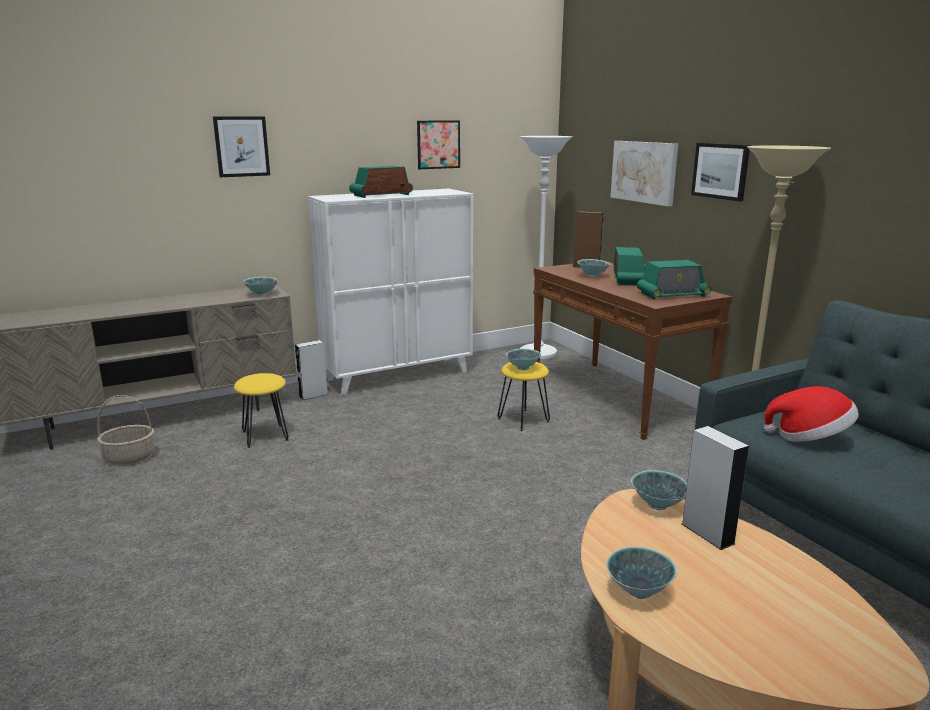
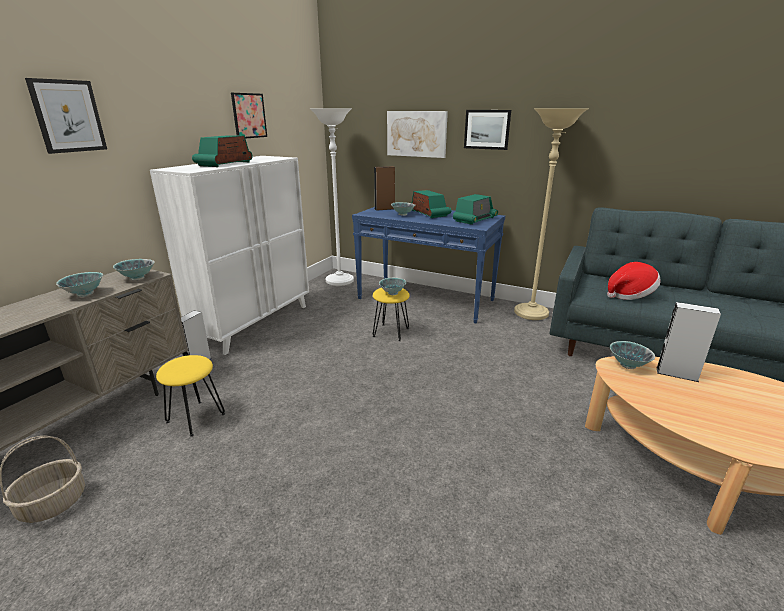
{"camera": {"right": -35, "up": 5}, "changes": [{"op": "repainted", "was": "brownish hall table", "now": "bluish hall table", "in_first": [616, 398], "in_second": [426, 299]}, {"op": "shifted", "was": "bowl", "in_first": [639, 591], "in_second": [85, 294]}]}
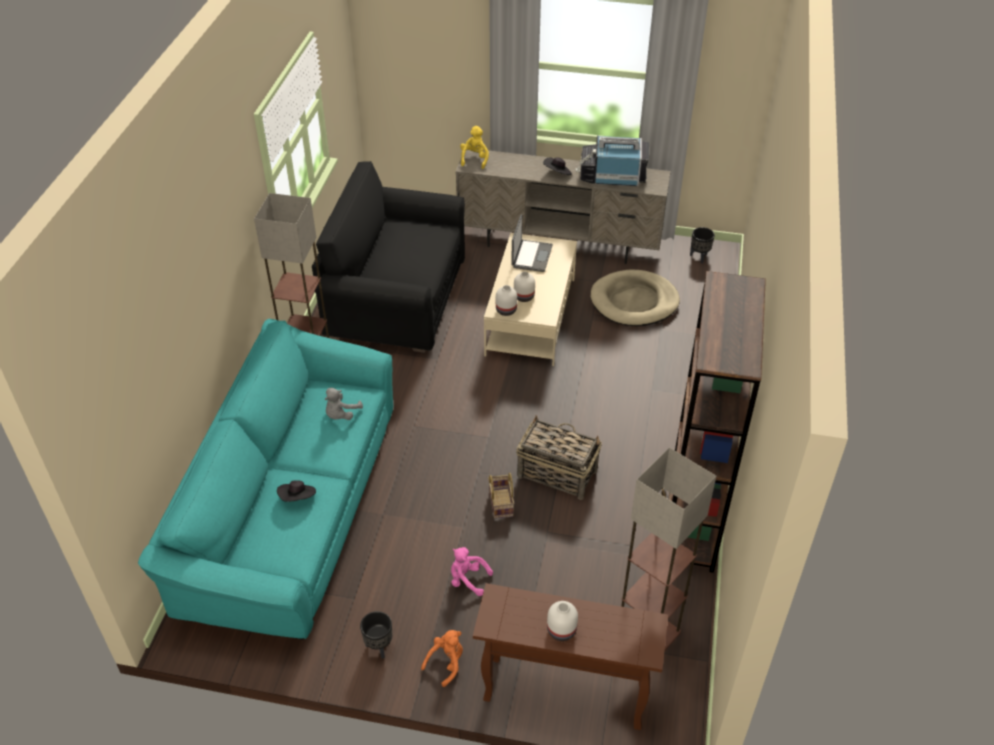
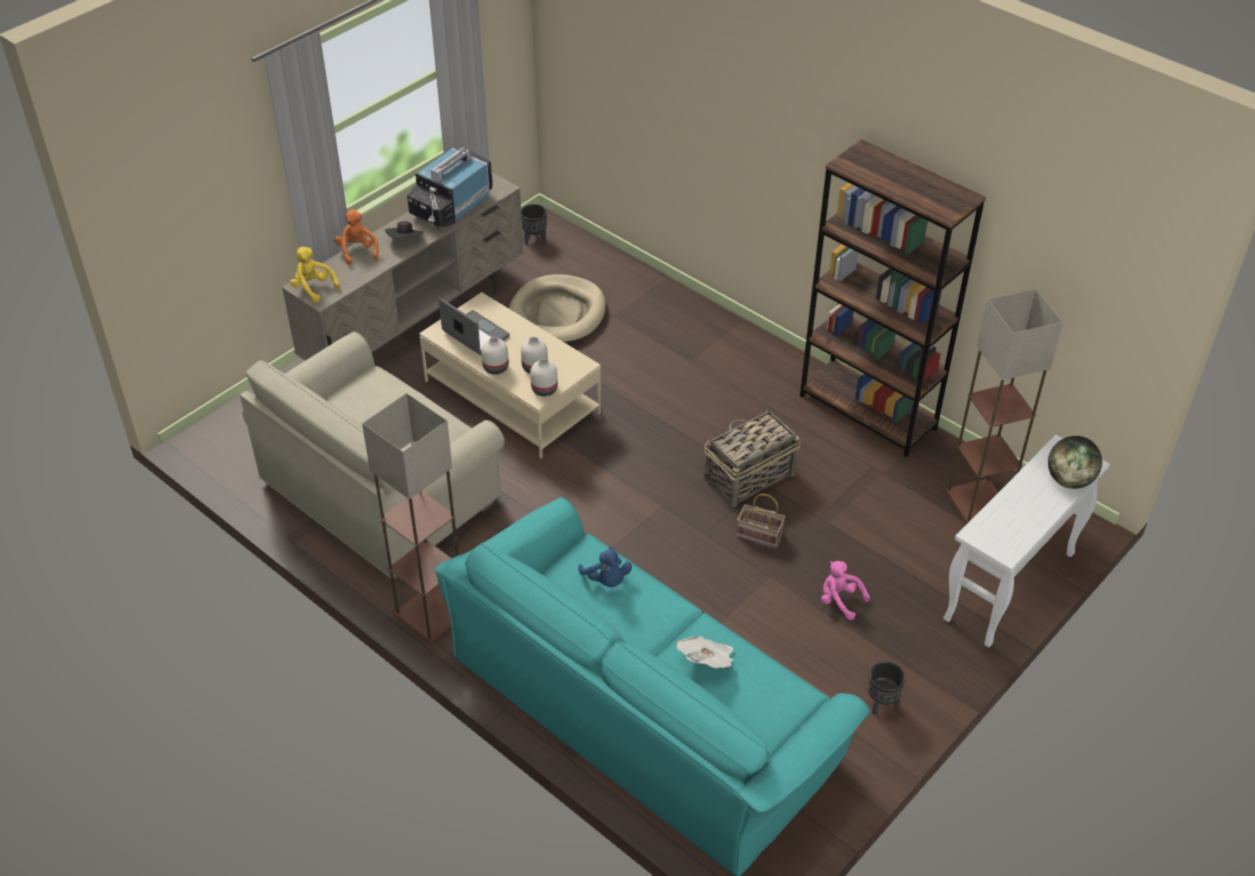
{"camera": {"right": -60, "up": 0}, "changes": [{"op": "repainted", "was": "blackish couch", "now": "sand-coloured couch", "in_first": [397, 298], "in_second": [380, 490]}, {"op": "repainted", "was": "grey cuddly toy", "now": "bluish cuddly toy", "in_first": [341, 415], "in_second": [606, 580]}, {"op": "swapped", "was": "blackish clothing hat", "now": "newspaper", "in_first": [298, 498], "in_second": [707, 661]}, {"op": "rotated", "was": "pink cuddly toy", "in_first": [467, 579], "in_second": [839, 600], "clockwise": 75}, {"op": "repainted", "was": "brownish hall table", "now": "white hall table", "in_first": [563, 693], "in_second": [1009, 587]}, {"op": "shifted", "was": "white decorative vase", "in_first": [561, 631], "in_second": [496, 368]}, {"op": "shifted", "was": "orange cuddly toy", "in_first": [446, 663], "in_second": [357, 251]}, {"op": "new", "now": "world globe", "in_second": [1069, 480]}]}
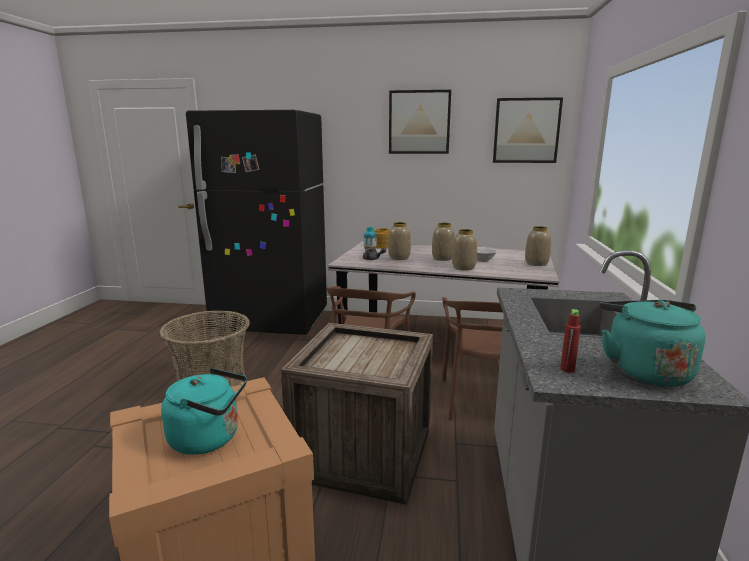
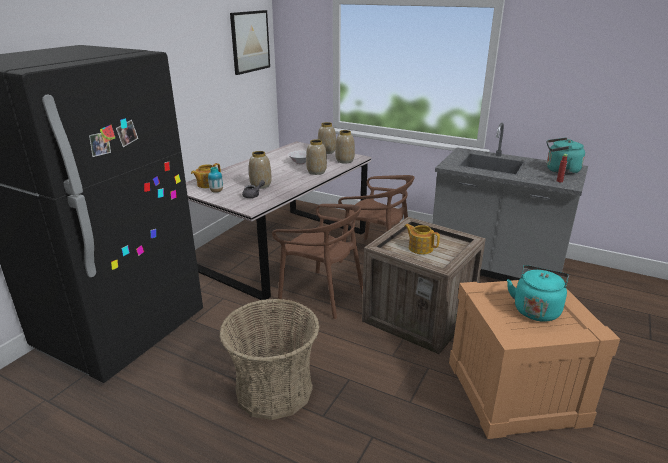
{"camera": {"right": -70, "up": 10}, "changes": [{"op": "gone", "was": "picture", "in_first": [419, 122]}, {"op": "shifted", "was": "decorative vase", "in_first": [442, 258], "in_second": [345, 161]}, {"op": "new", "now": "tea pot", "in_second": [420, 248]}]}
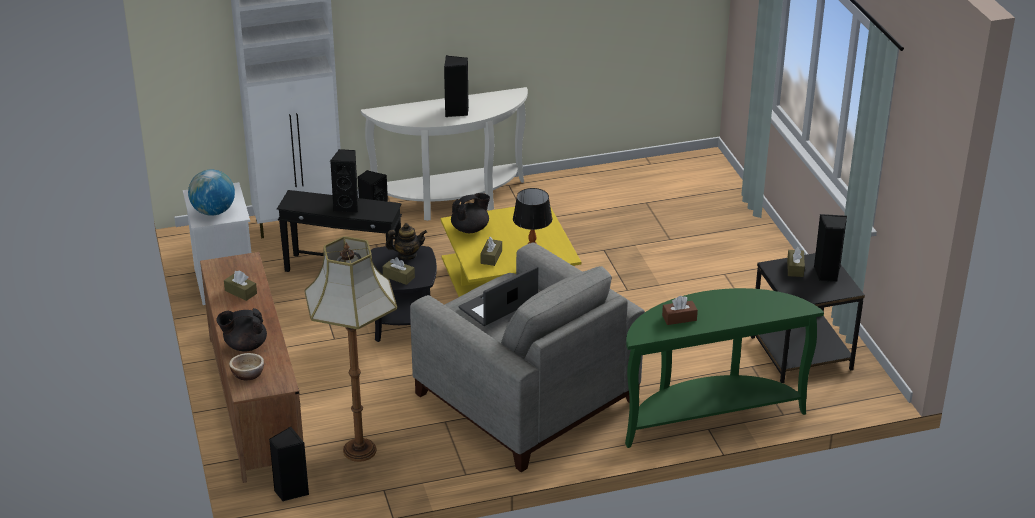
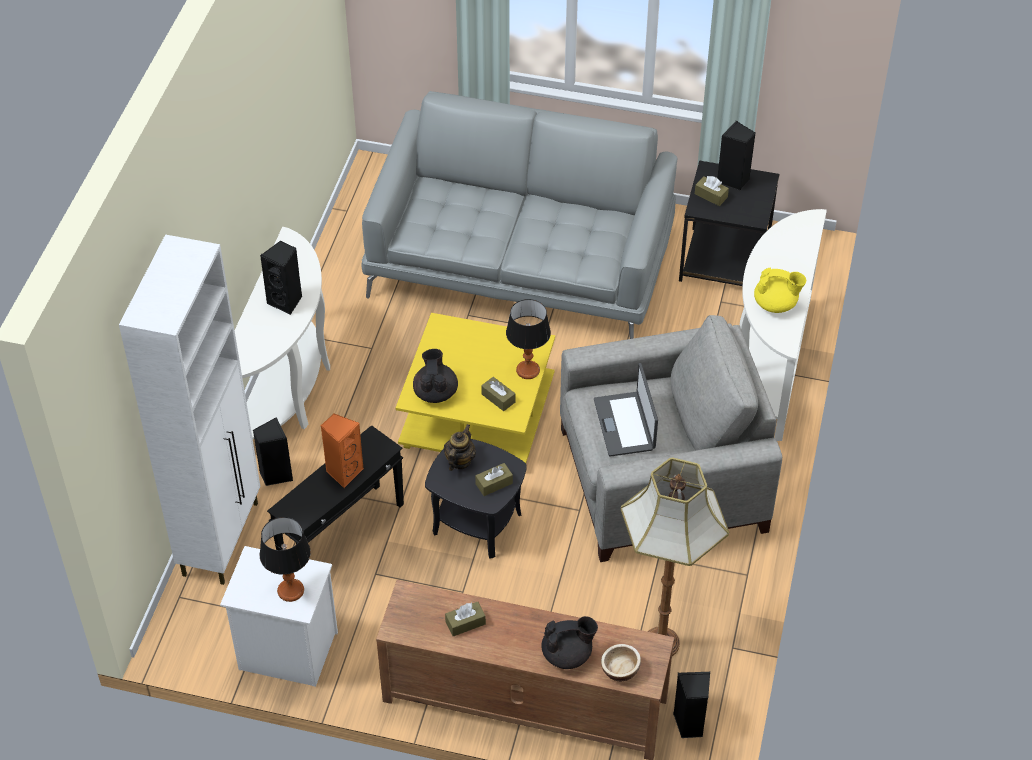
{"camera": {"right": -60, "up": 15}, "changes": [{"op": "repainted", "was": "blackish loudspeaker", "now": "orange loudspeaker", "in_first": [348, 206], "in_second": [343, 471]}, {"op": "swapped", "was": "world globe", "now": "lamp for a table", "in_first": [213, 211], "in_second": [290, 591]}, {"op": "repainted", "was": "green-coloured hall table", "now": "white hall table", "in_first": [708, 415], "in_second": [770, 364]}, {"op": "swapped", "was": "brownish tissue holder", "now": "yellowish tea pot", "in_first": [679, 318], "in_second": [776, 304]}, {"op": "rotated", "was": "blackish tea pot", "in_first": [245, 345], "in_second": [567, 654], "clockwise": -120}, {"op": "new", "now": "grey couch", "in_second": [521, 260]}]}
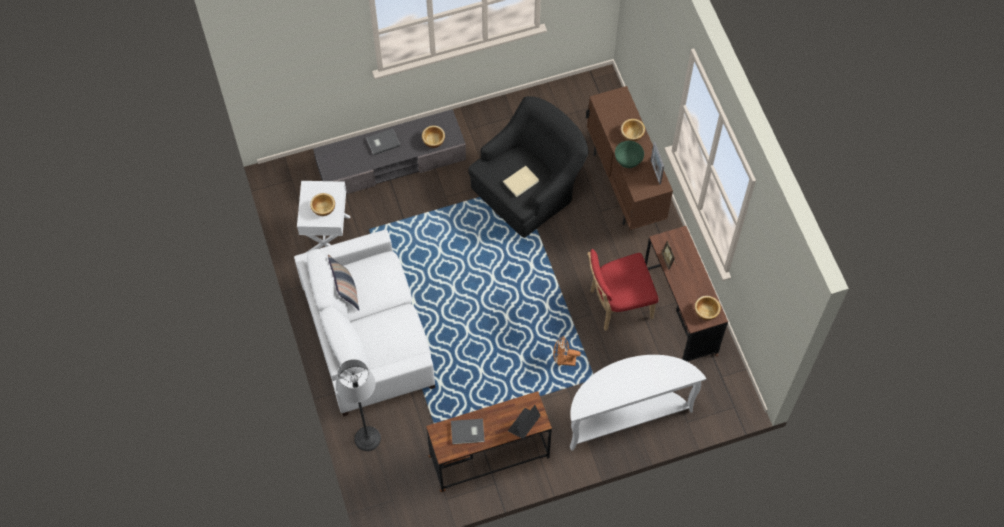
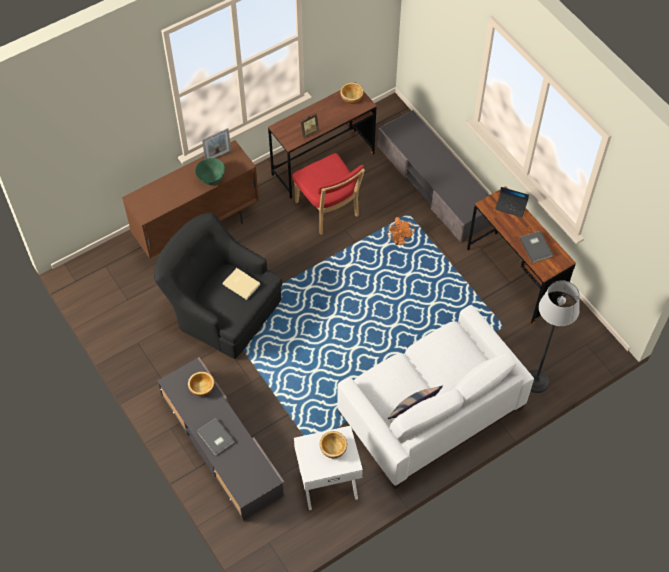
{"camera": {"right": -105, "up": -5}, "changes": [{"op": "gone", "was": "bowl", "in_first": [632, 134]}, {"op": "swapped", "was": "white hall table", "now": "grey media console", "in_first": [625, 415], "in_second": [434, 185]}]}
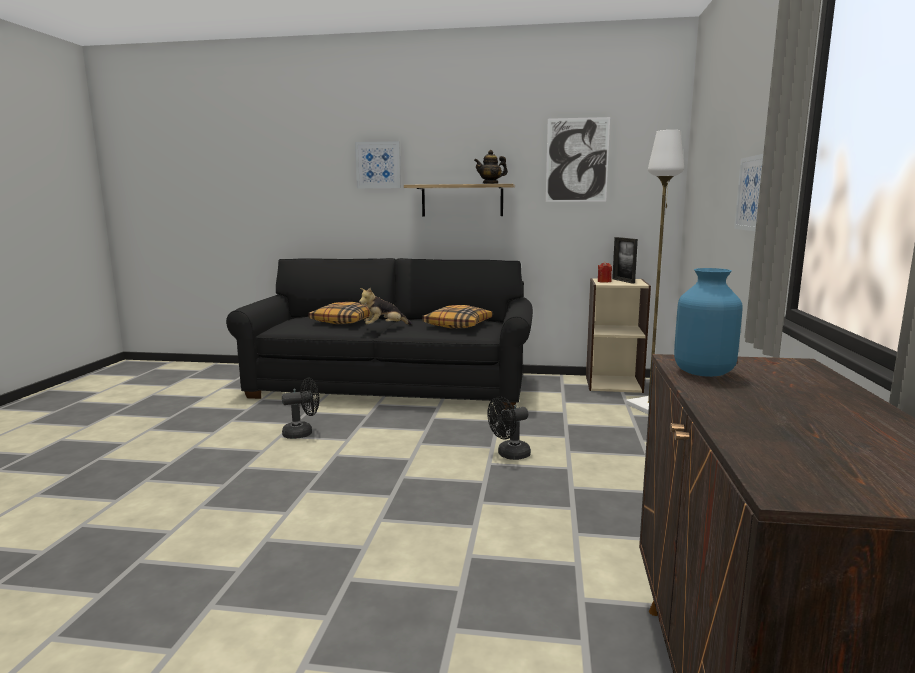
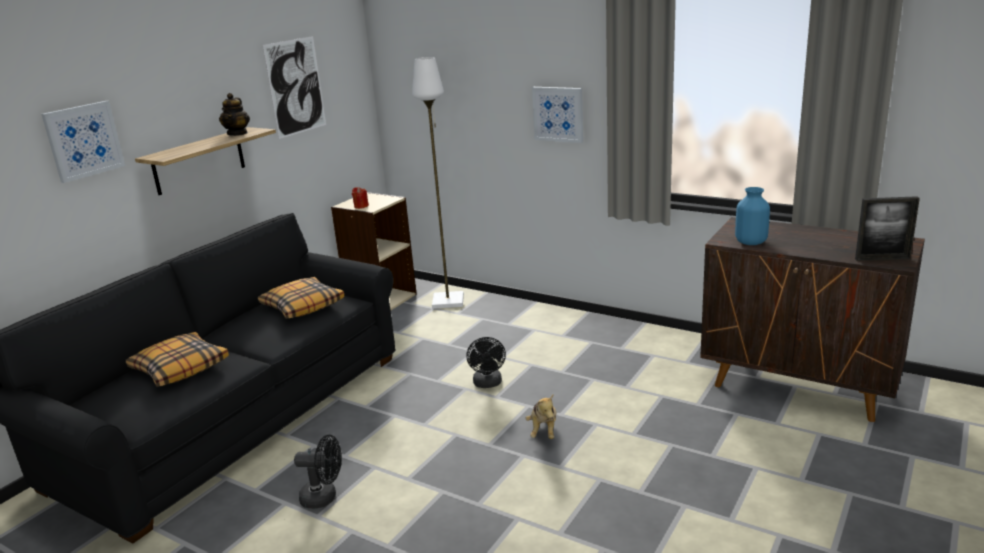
{"camera": {"right": -65, "up": 10}, "changes": [{"op": "shifted", "was": "standing frame", "in_first": [623, 281], "in_second": [882, 259]}, {"op": "shifted", "was": "cuddly toy", "in_first": [384, 327], "in_second": [543, 430]}, {"op": "rotated", "was": "blackish electric fan", "in_first": [303, 433], "in_second": [324, 497], "clockwise": 90}]}
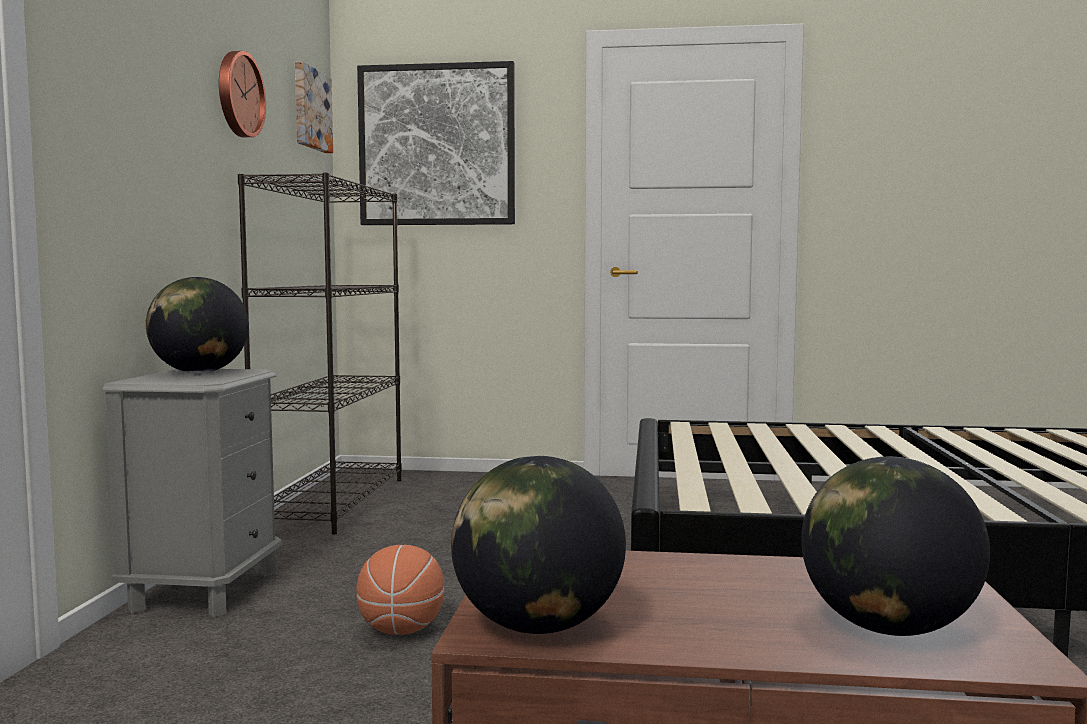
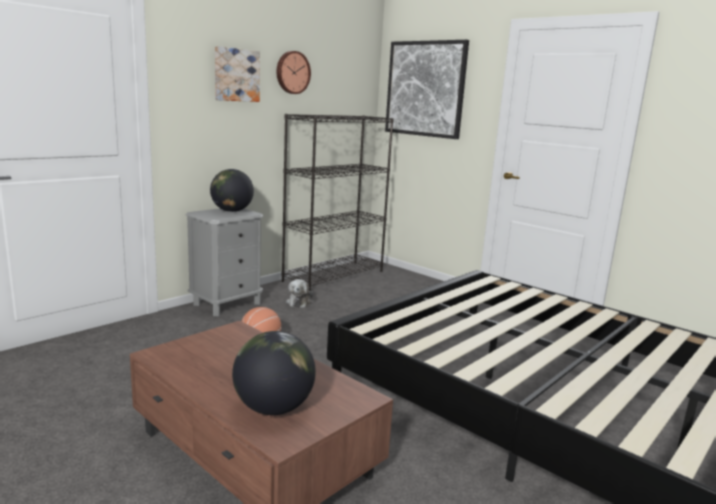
{"camera": {"right": 35, "up": 10}, "changes": [{"op": "shifted", "was": "picture", "in_first": [310, 109], "in_second": [236, 75]}, {"op": "gone", "was": "world globe", "in_first": [538, 627]}, {"op": "new", "now": "cuddly toy", "in_second": [299, 302]}]}
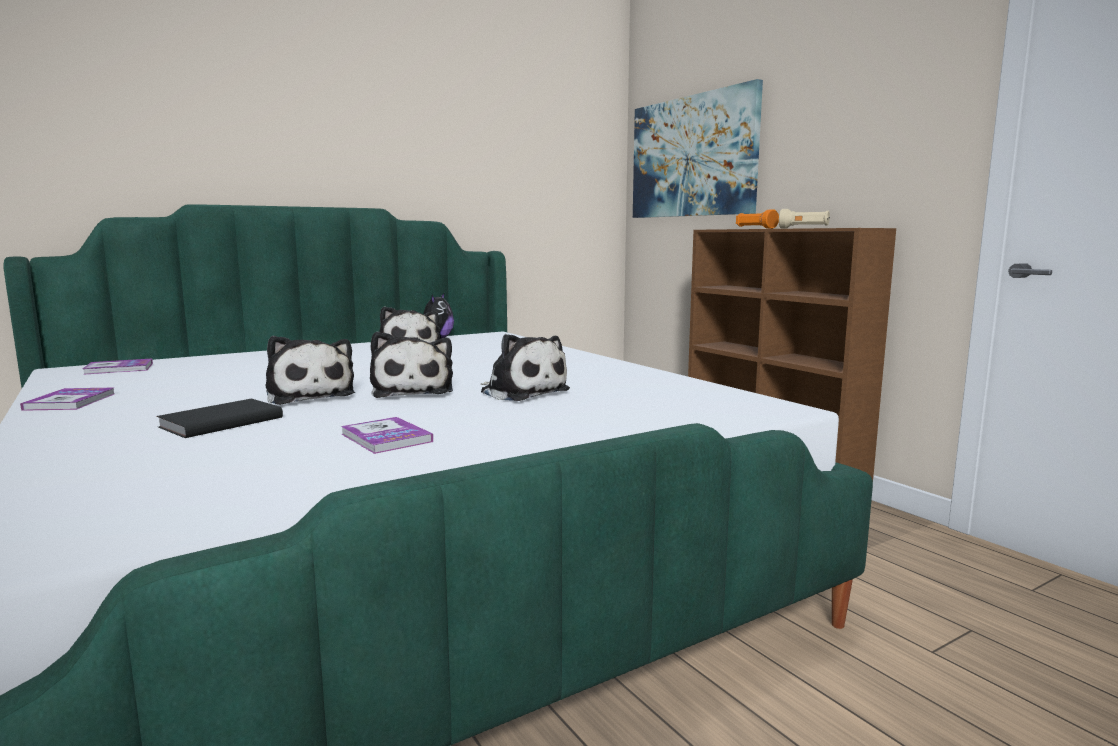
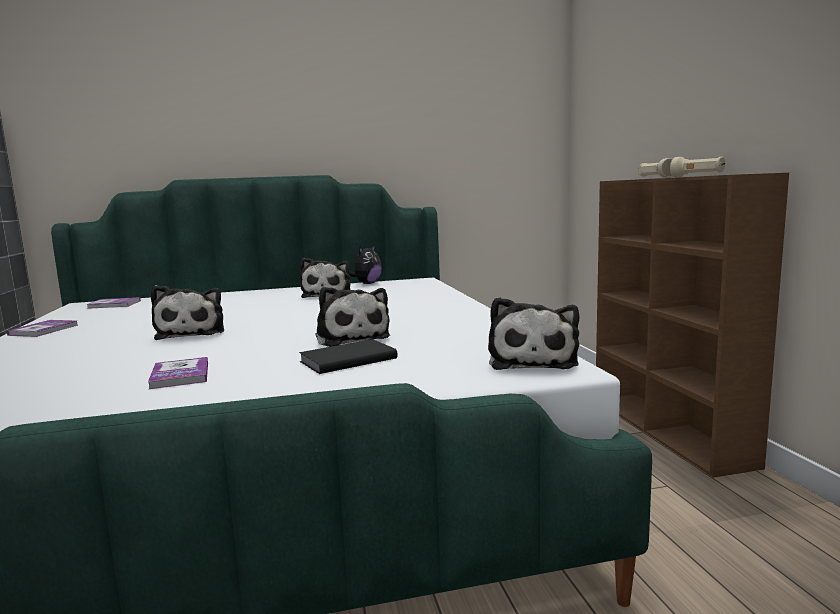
{"camera": {"right": 20, "up": 0}, "changes": [{"op": "gone", "was": "picture", "in_first": [692, 157]}, {"op": "repainted", "was": "orange hand torch", "now": "sand-coloured hand torch", "in_first": [755, 228], "in_second": [655, 178]}, {"op": "shifted", "was": "cuddly toy", "in_first": [412, 391], "in_second": [532, 361]}, {"op": "shifted", "was": "blackish volume", "in_first": [219, 422], "in_second": [346, 360]}]}
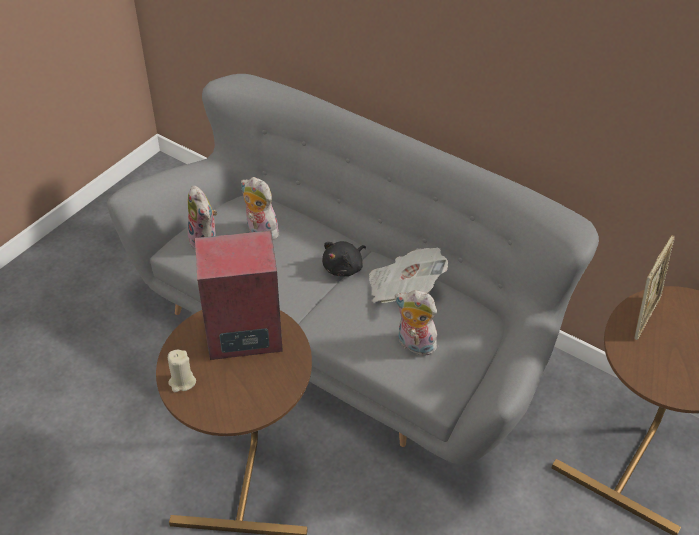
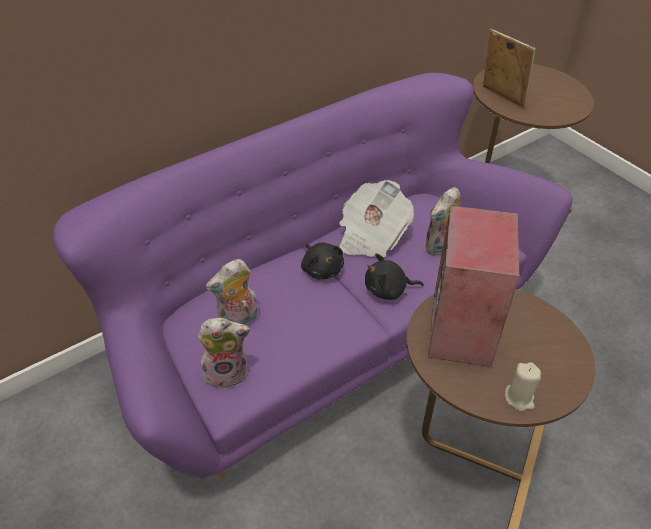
{"camera": {"right": -70, "up": 0}, "changes": [{"op": "repainted", "was": "grey couch", "now": "purple couch", "in_first": [348, 337], "in_second": [326, 333]}, {"op": "new", "now": "blackish cuddly toy", "in_second": [388, 290]}]}
